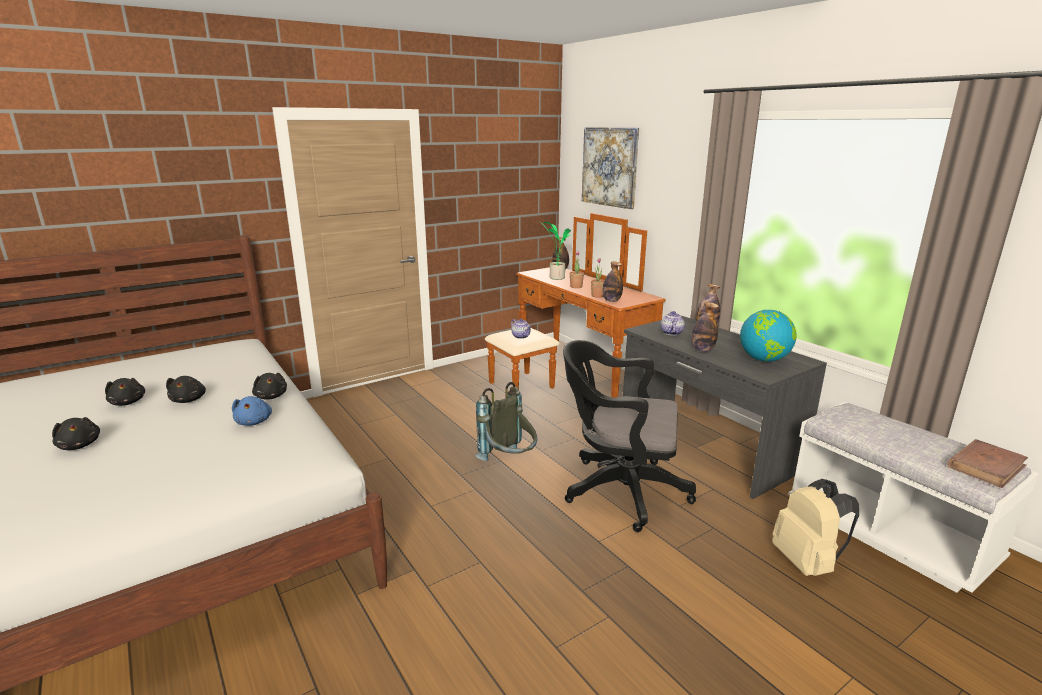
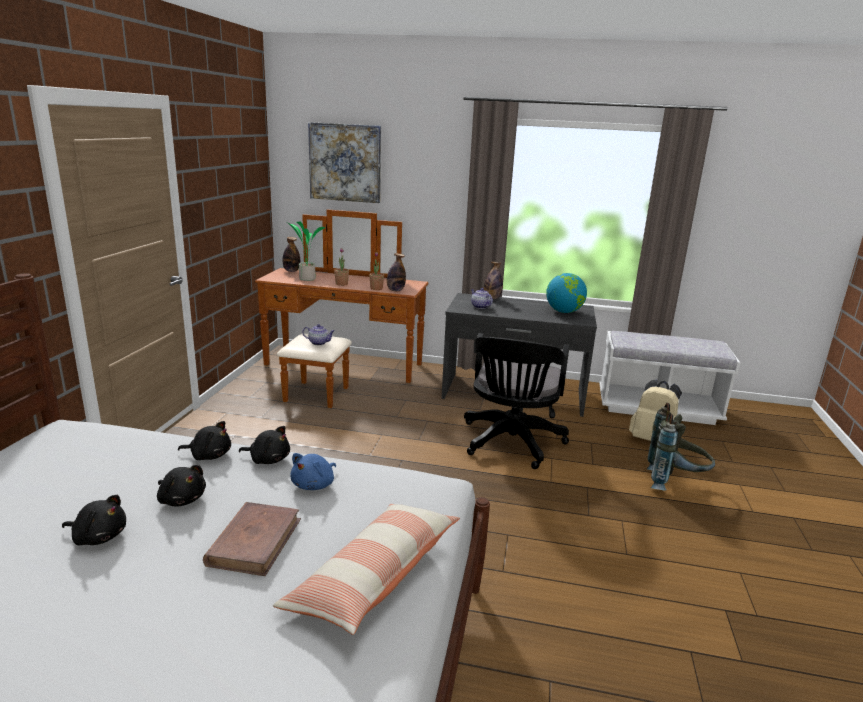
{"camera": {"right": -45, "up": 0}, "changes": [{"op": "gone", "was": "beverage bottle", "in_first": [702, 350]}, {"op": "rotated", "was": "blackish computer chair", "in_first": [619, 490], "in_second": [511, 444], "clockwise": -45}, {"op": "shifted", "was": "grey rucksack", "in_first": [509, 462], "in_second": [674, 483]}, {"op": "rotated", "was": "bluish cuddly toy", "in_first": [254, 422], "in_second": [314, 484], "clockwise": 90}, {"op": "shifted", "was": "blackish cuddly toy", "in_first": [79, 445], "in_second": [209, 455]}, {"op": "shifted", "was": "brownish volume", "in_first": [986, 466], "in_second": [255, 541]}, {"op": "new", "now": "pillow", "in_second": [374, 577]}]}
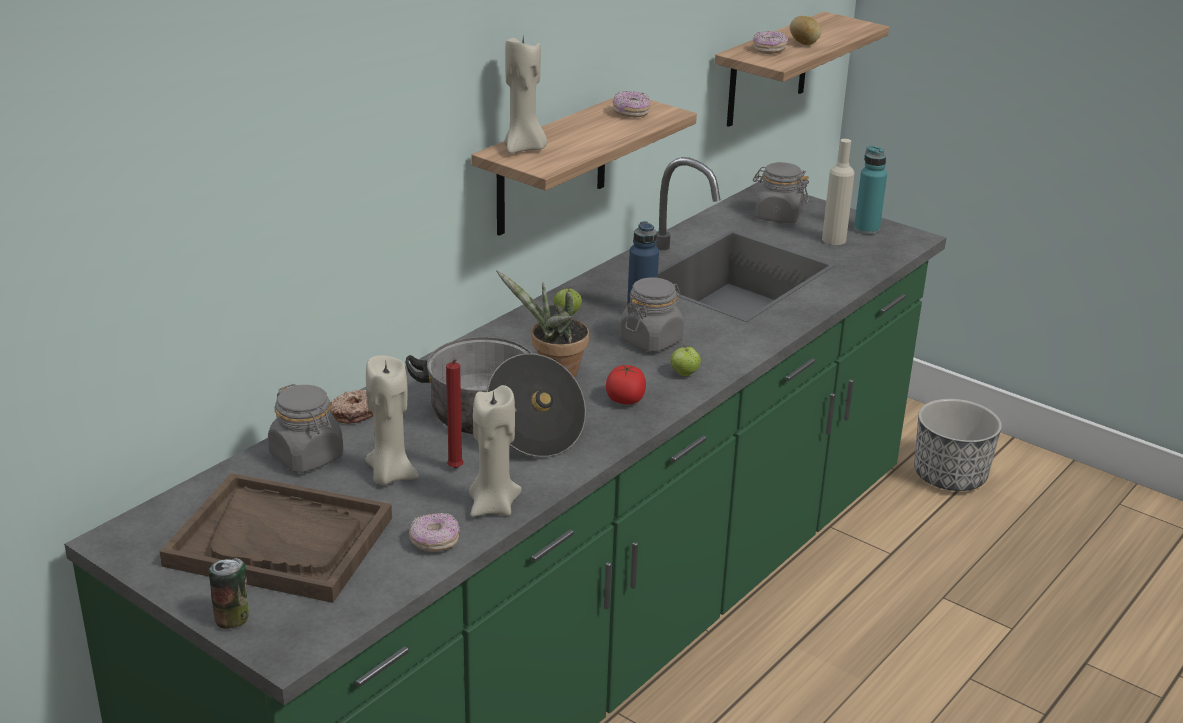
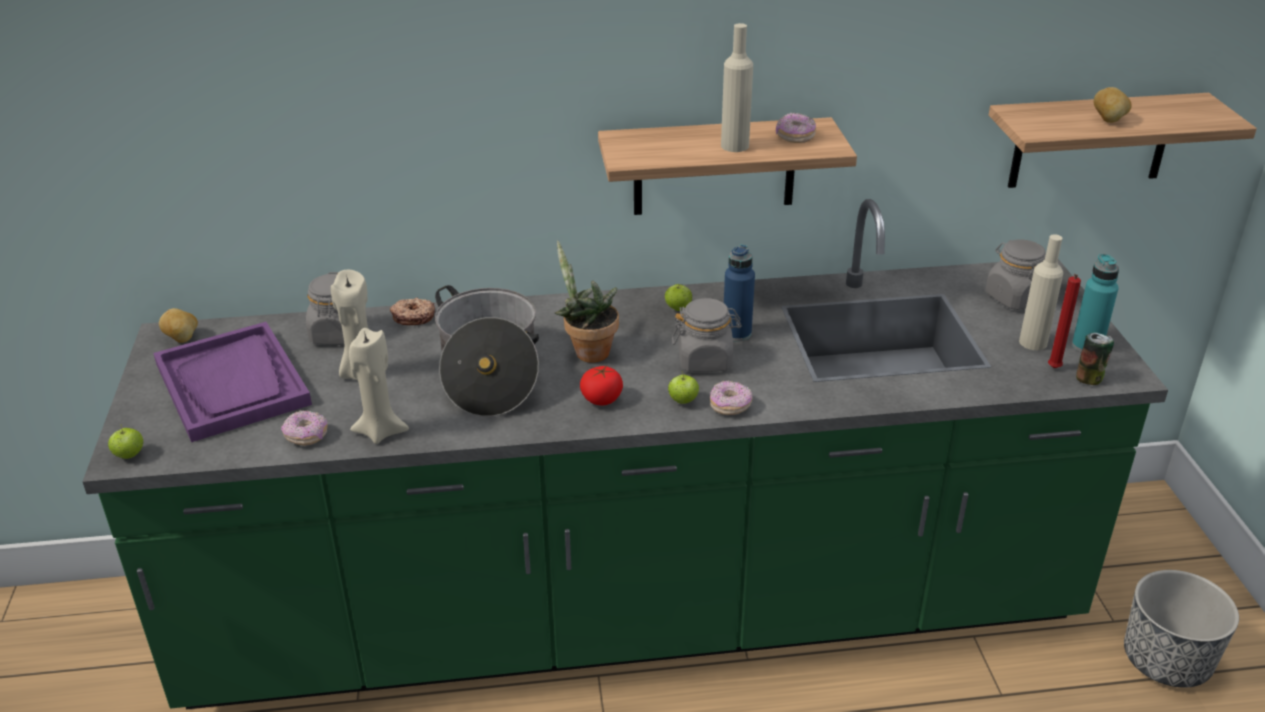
{"camera": {"right": 45, "up": 5}, "changes": [{"op": "shifted", "was": "ring doughnut", "in_first": [769, 50], "in_second": [730, 406]}, {"op": "gone", "was": "sand-coloured wax candle", "in_first": [524, 149]}, {"op": "shifted", "was": "reddish wax candle", "in_first": [455, 470], "in_second": [1053, 369]}, {"op": "repainted", "was": "brownish serving tray", "now": "purple serving tray", "in_first": [280, 541], "in_second": [233, 384]}, {"op": "shifted", "was": "sealed can", "in_first": [232, 618], "in_second": [1089, 379]}, {"op": "new", "now": "sand-coloured beverage bottle", "in_second": [734, 146]}, {"op": "new", "now": "whole potato", "in_second": [182, 338]}, {"op": "new", "now": "whole apple", "in_second": [129, 455]}]}
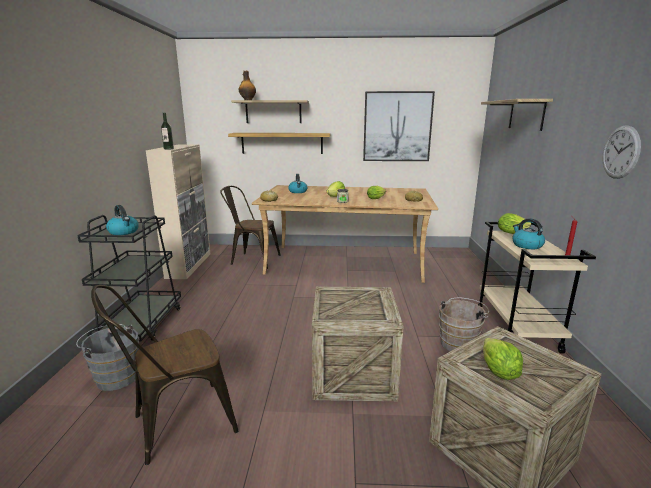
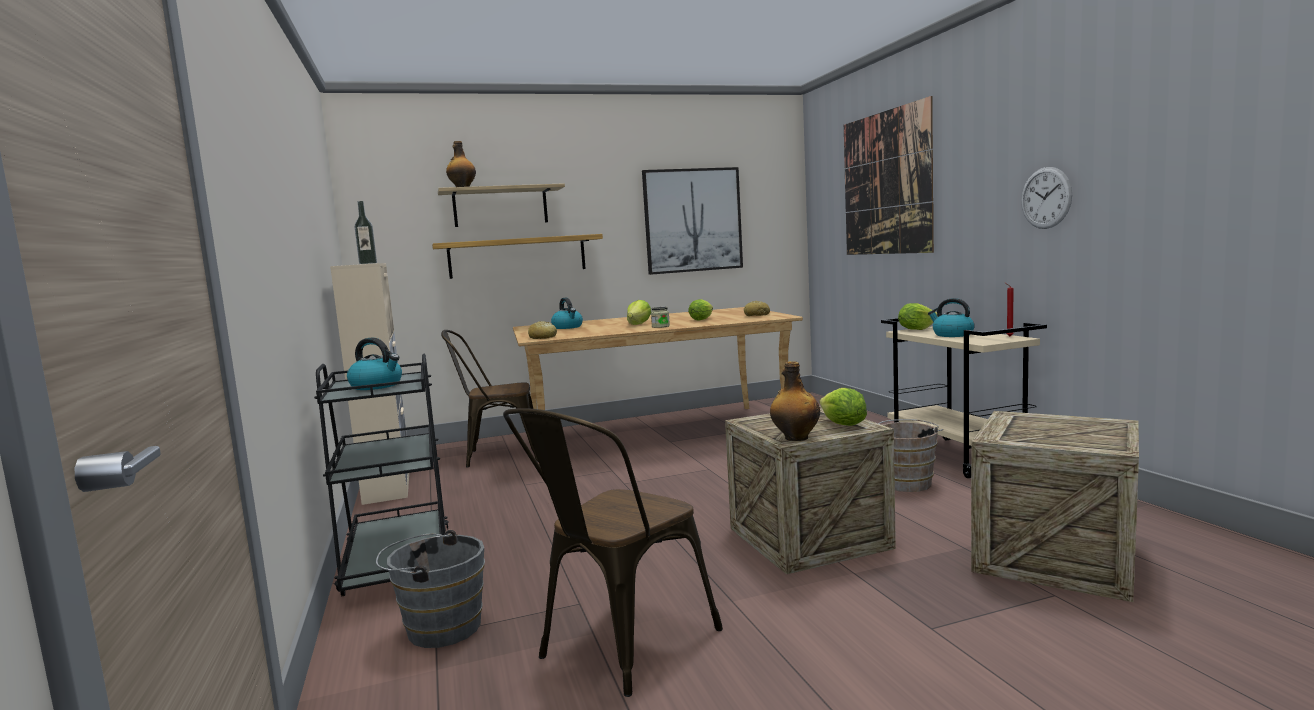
{"camera": {"right": -20, "up": -10}, "changes": [{"op": "swapped", "was": "shelf", "now": "picture", "in_first": [526, 115], "in_second": [885, 183]}, {"op": "shifted", "was": "lettuce head", "in_first": [498, 372], "in_second": [843, 425]}, {"op": "new", "now": "beverage bottle", "in_second": [795, 438]}]}
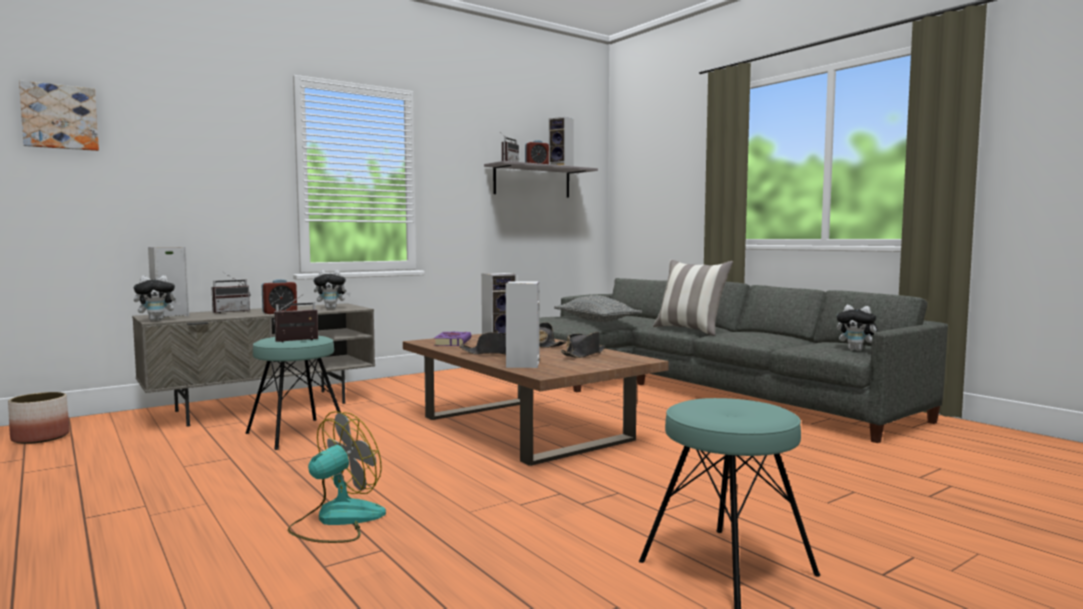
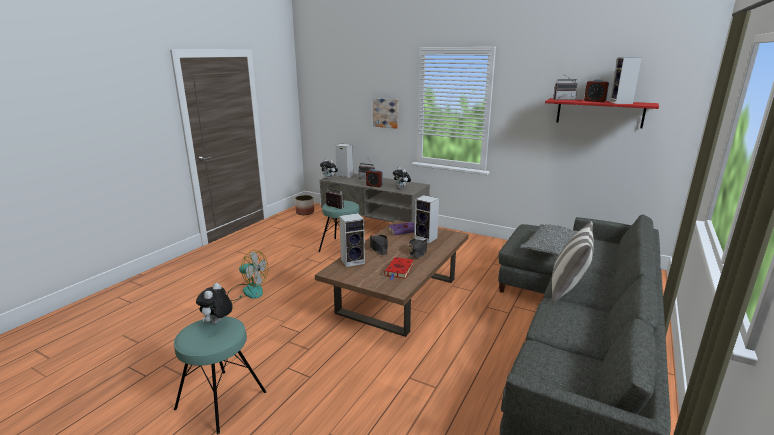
{"camera": {"right": 65, "up": 15}, "changes": [{"op": "shifted", "was": "picture", "in_first": [59, 117], "in_second": [386, 113]}, {"op": "repainted", "was": "grey shelf", "now": "reddish shelf", "in_first": [532, 181], "in_second": [599, 113]}, {"op": "shifted", "was": "cuddly toy", "in_first": [857, 350], "in_second": [217, 322]}, {"op": "swapped", "was": "blackish clothing hat", "now": "reddish volume", "in_first": [583, 354], "in_second": [399, 270]}]}
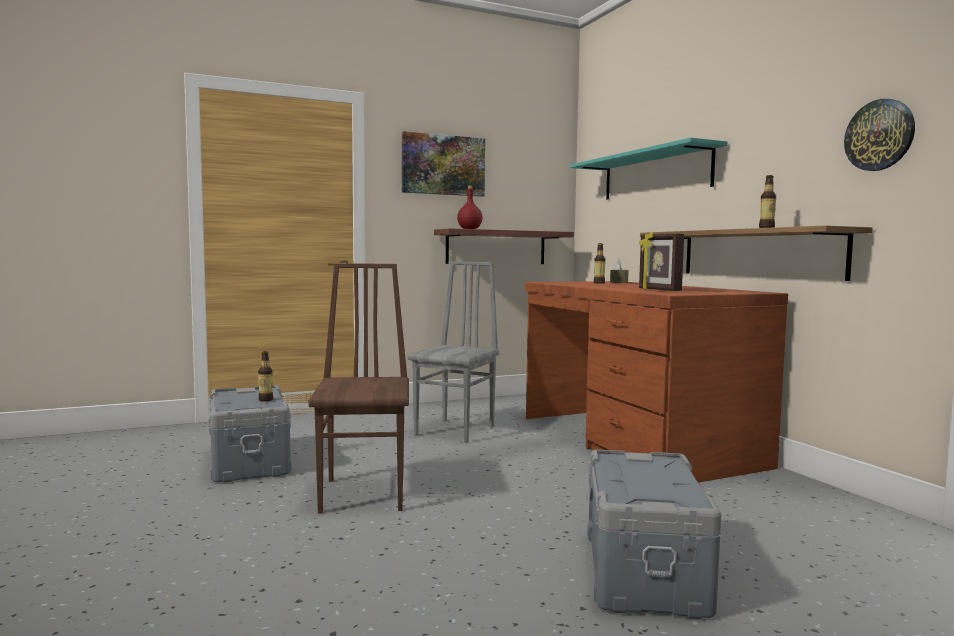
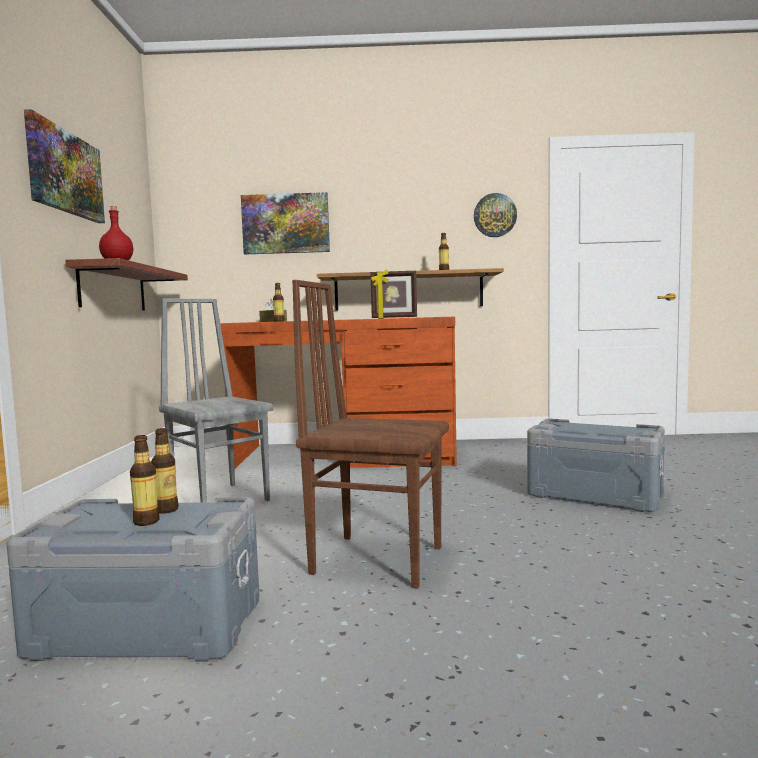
{"camera": {"right": -65, "up": 0}, "changes": [{"op": "swapped", "was": "turquoise-coloured shelf", "now": "picture", "in_first": [655, 174], "in_second": [286, 224]}, {"op": "new", "now": "beverage bottle", "in_second": [146, 522]}]}
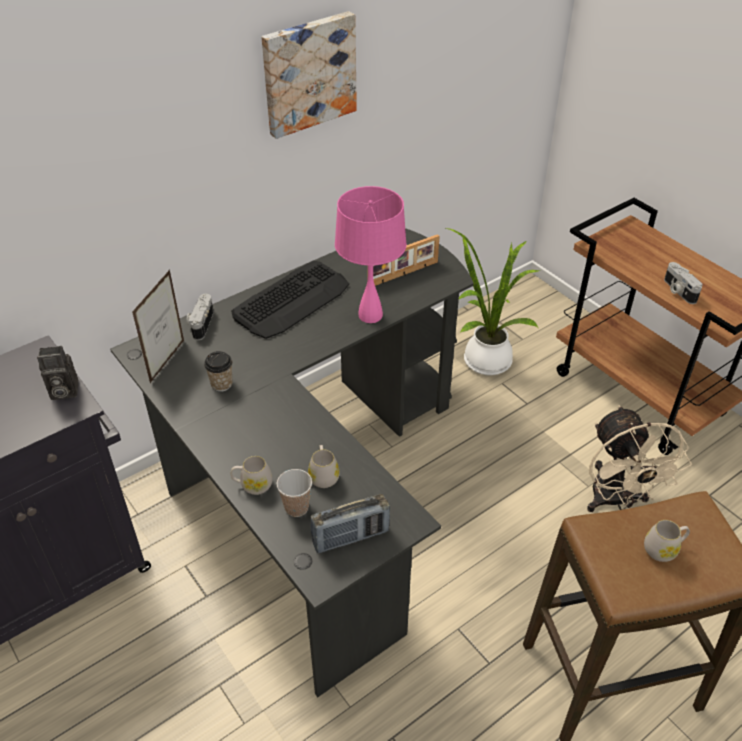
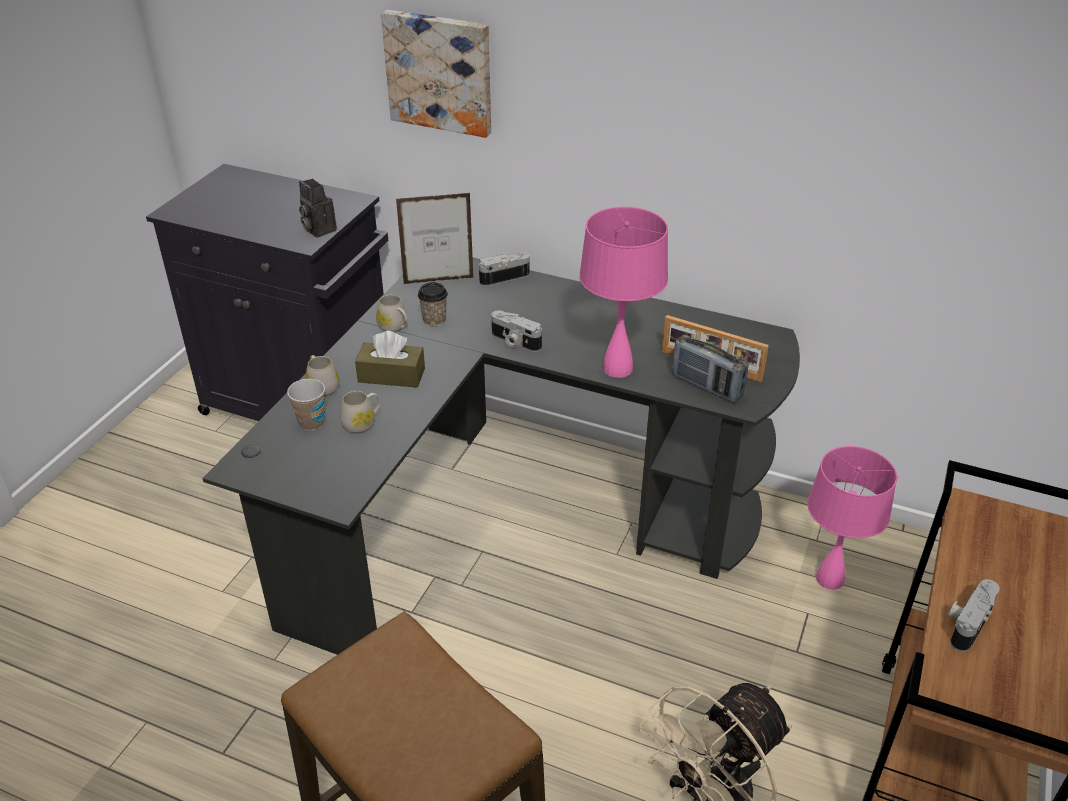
{"camera": {"right": 60, "up": -5}, "changes": [{"op": "shifted", "was": "picture", "in_first": [308, 73], "in_second": [440, 71]}, {"op": "swapped", "was": "houseplant", "now": "pink lamp for a table", "in_first": [483, 359], "in_second": [830, 579]}, {"op": "gone", "was": "computer keyboard", "in_first": [292, 300]}, {"op": "shifted", "was": "radio receiver", "in_first": [350, 537], "in_second": [706, 386]}, {"op": "shifted", "was": "white tea mug", "in_first": [663, 549], "in_second": [395, 328]}, {"op": "new", "now": "still camera", "in_second": [514, 342]}, {"op": "new", "now": "brownish tissue holder", "in_second": [391, 375]}]}
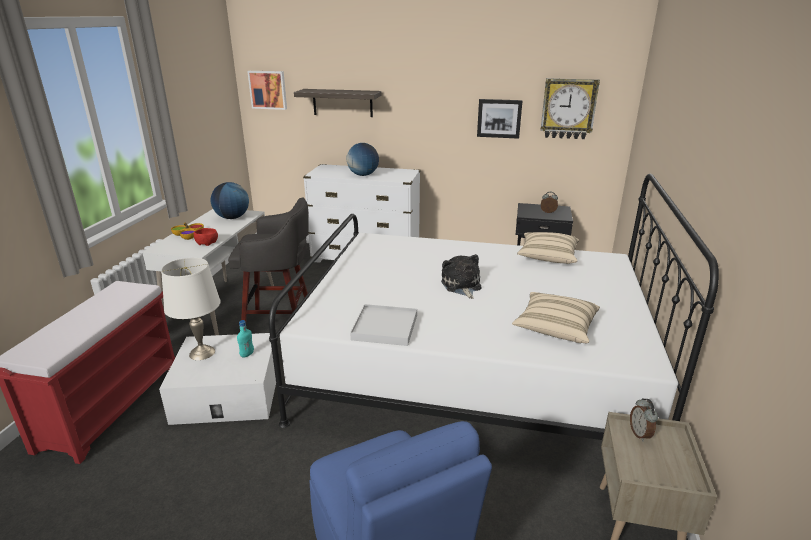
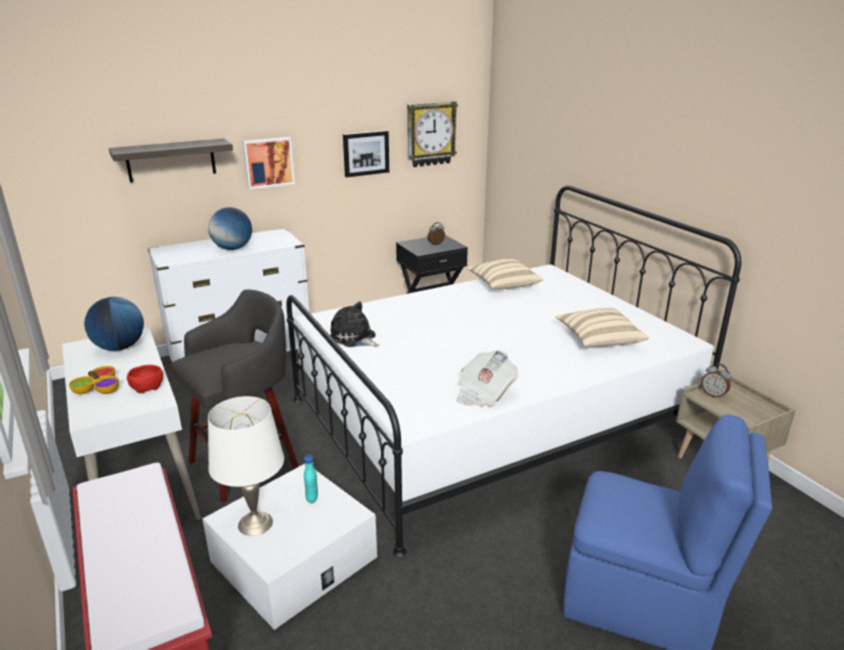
{"camera": {"right": -40, "up": 0}, "changes": [{"op": "shifted", "was": "picture", "in_first": [268, 89], "in_second": [268, 162]}, {"op": "shifted", "was": "cuddly toy", "in_first": [461, 286], "in_second": [354, 338]}, {"op": "swapped", "was": "white serving tray", "now": "newspaper", "in_first": [384, 327], "in_second": [483, 394]}]}
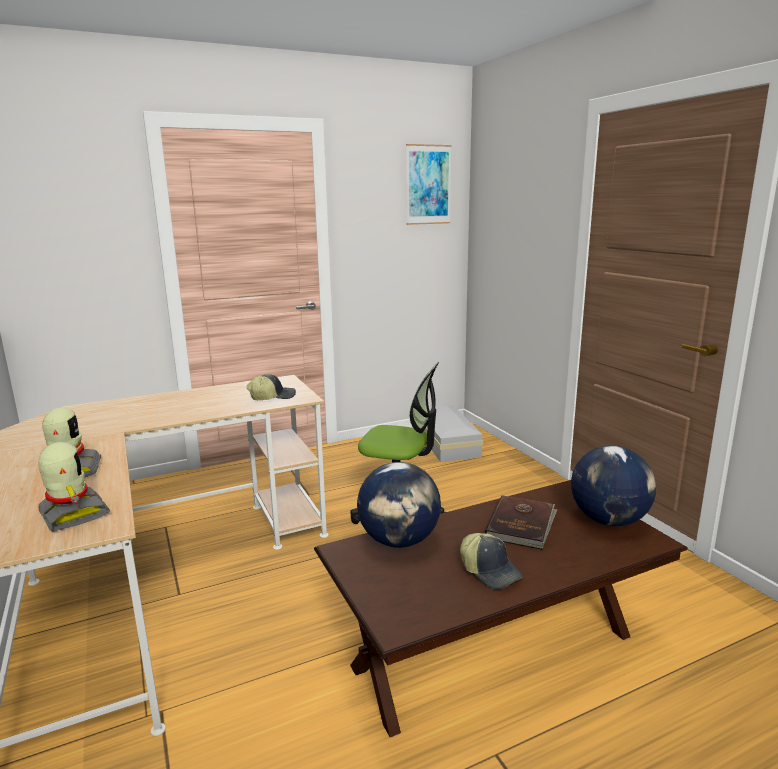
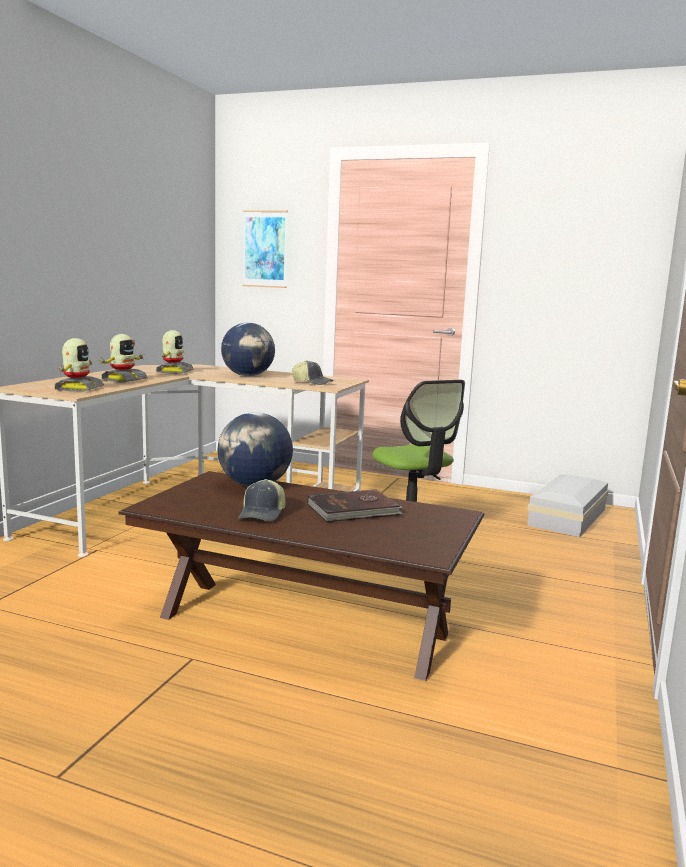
{"camera": {"right": 45, "up": -5}, "changes": [{"op": "shifted", "was": "picture", "in_first": [428, 185], "in_second": [265, 249]}, {"op": "shifted", "was": "world globe", "in_first": [609, 521], "in_second": [248, 376]}, {"op": "new", "now": "model robot", "in_second": [174, 372]}]}
